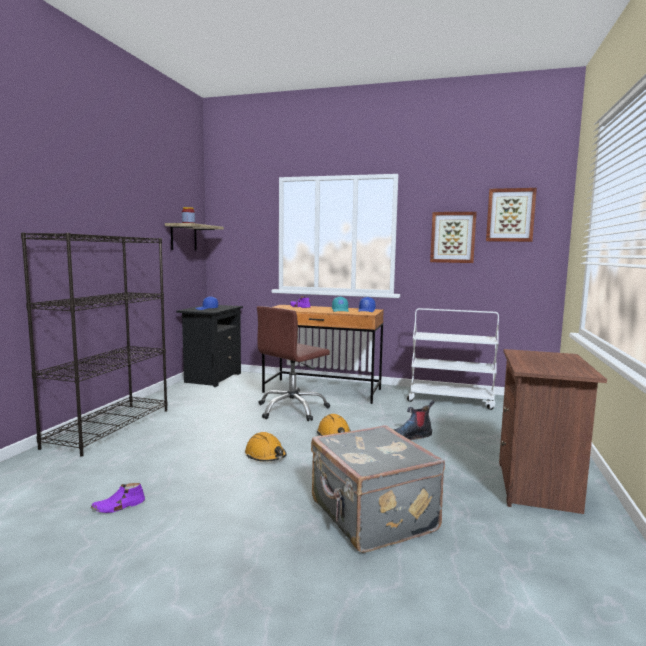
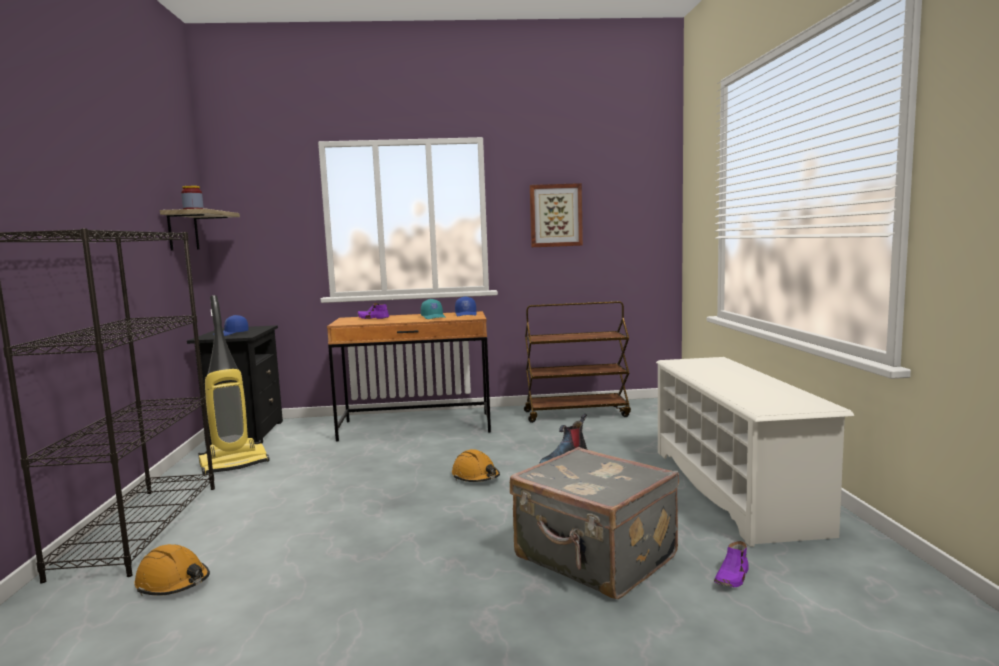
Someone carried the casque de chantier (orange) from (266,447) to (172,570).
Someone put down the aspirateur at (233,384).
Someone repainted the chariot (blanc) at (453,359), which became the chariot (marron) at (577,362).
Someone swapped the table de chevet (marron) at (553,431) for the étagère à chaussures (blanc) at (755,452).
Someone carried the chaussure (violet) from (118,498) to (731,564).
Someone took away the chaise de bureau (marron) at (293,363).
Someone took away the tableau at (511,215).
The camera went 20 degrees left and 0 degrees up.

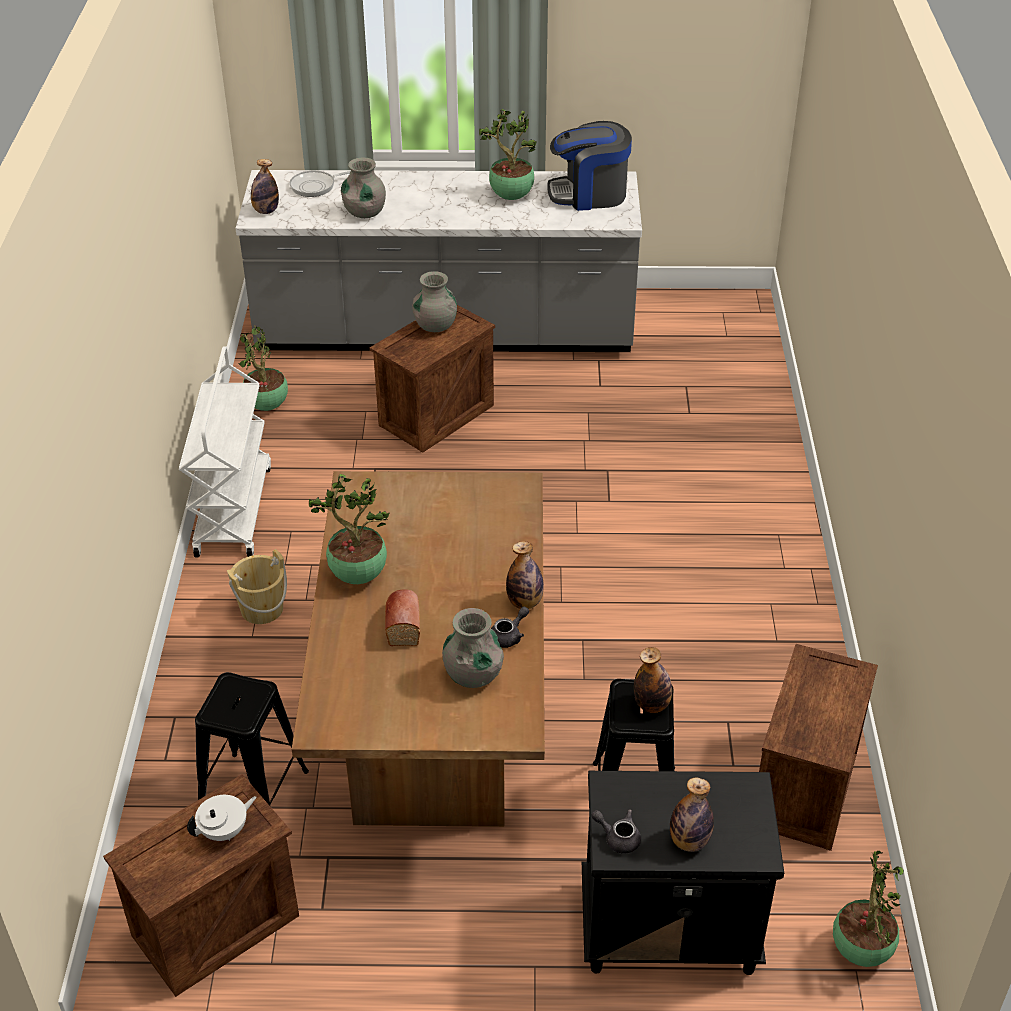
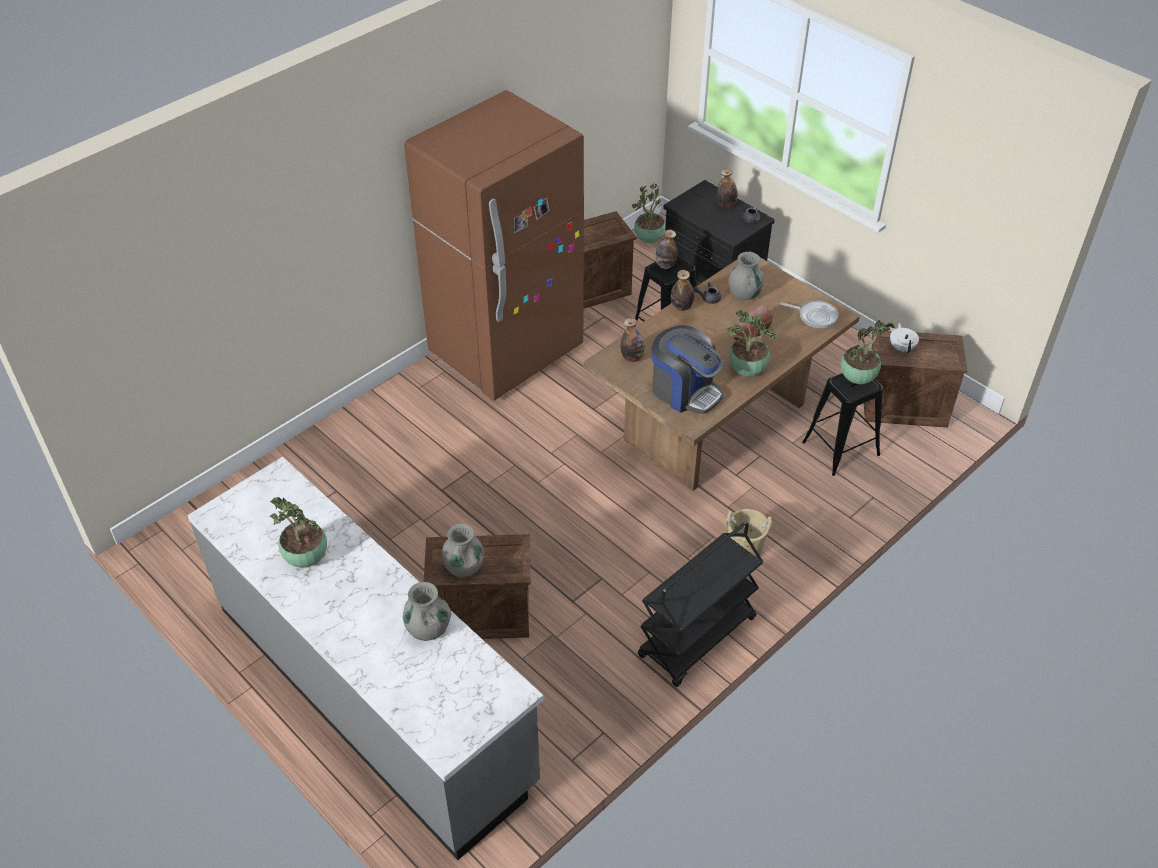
Someone put down the réfrigérateur (marron) at (494,245).
Someone carried the bouteille from (265,186) to (633,340).
Someone repainted the chariot (blanc) at (225,452), which became the chariot (noir) at (700,604).
Someone carried the machine à café from (589,166) to (687,369).
Someone carried the poêle from (320,184) to (809,314).
Someone carried the plante en pot from (263,368) to (868,352).
Someone rotated the théière (blanc) at (222,818) by 75 degrees clockwise.
The camera went 135 degrees left and 5 degrees up.

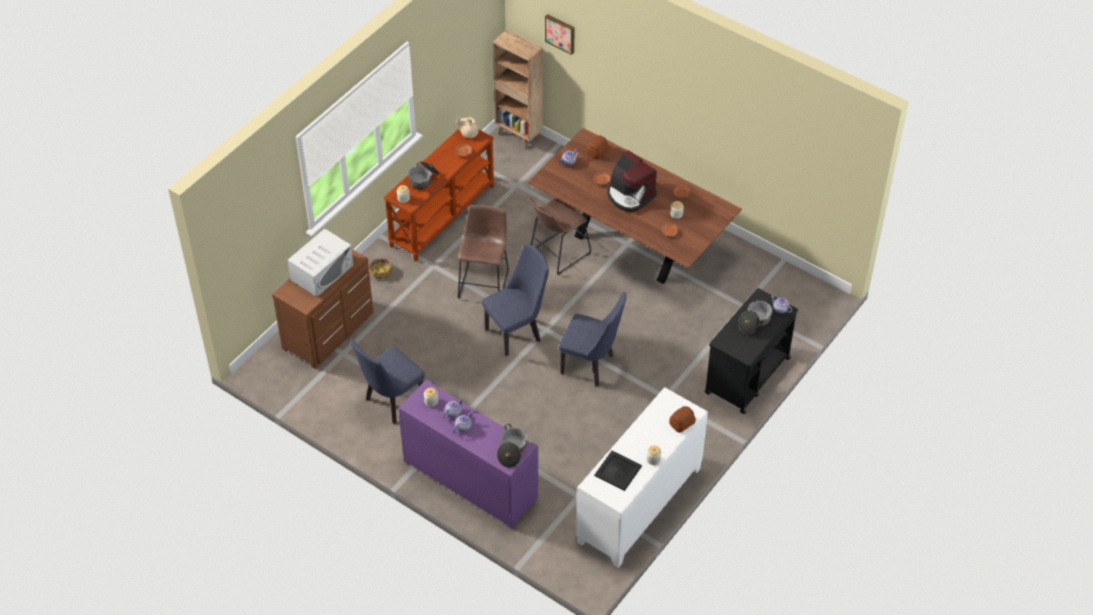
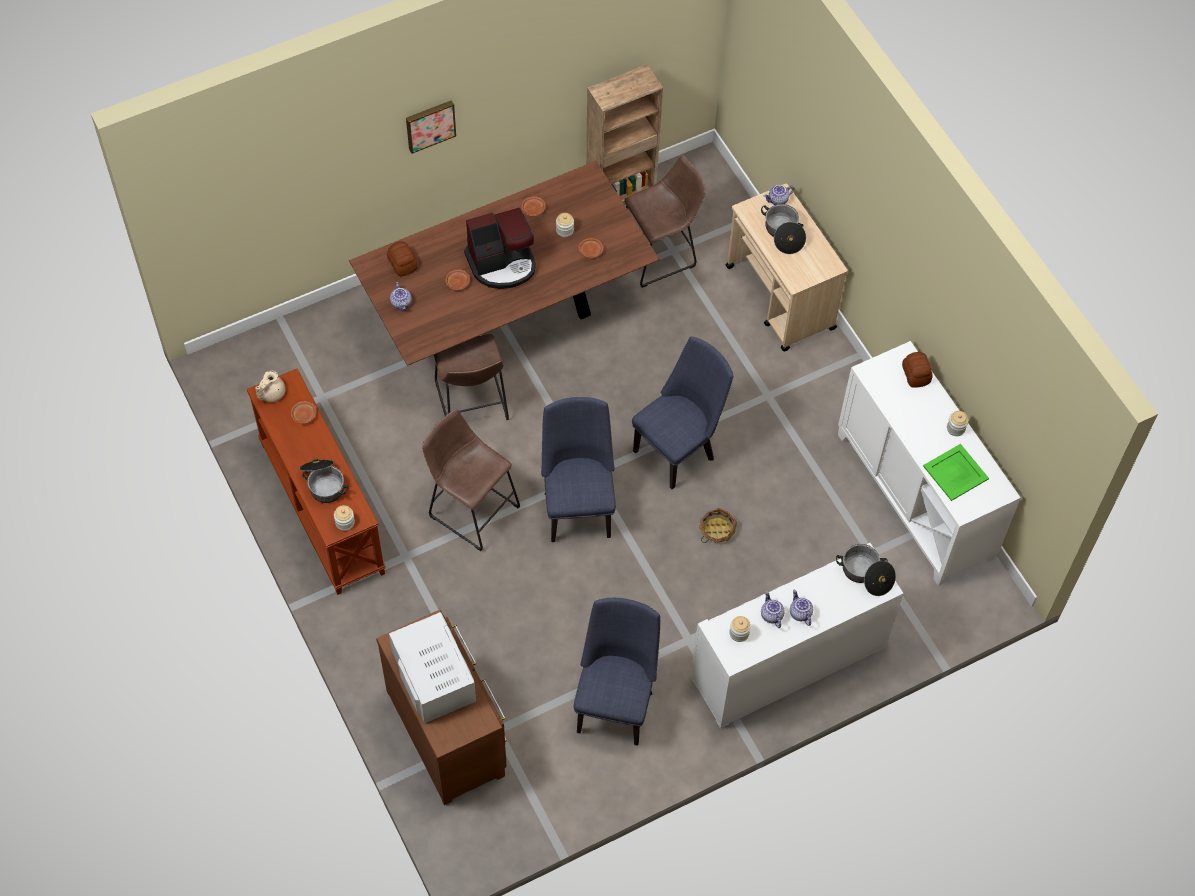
Someone carried the tableau from (560,34) to (431,127).
Someone rotated the chaise (bleu) at (387,381) by 150 degrees counterclockwise.
Someone carried the bibliothèque (marron) from (517,89) to (624,134).
Someone put down the tabouret (marron) at (665,221).
Someone repainted the meuble de rangement (violet) at (468,454), which became the meuble de rangement (blanc) at (797,636).
Someone carried the panier from (381,268) to (718,525).
Someone repainted the chariot (noir) at (751,351), which became the chariot (beige) at (787,268).
Someone repainted the plateau (noir) at (618,471), which became the plateau (vert) at (956,472).
The camera went 65 degrees left and 10 degrees up.

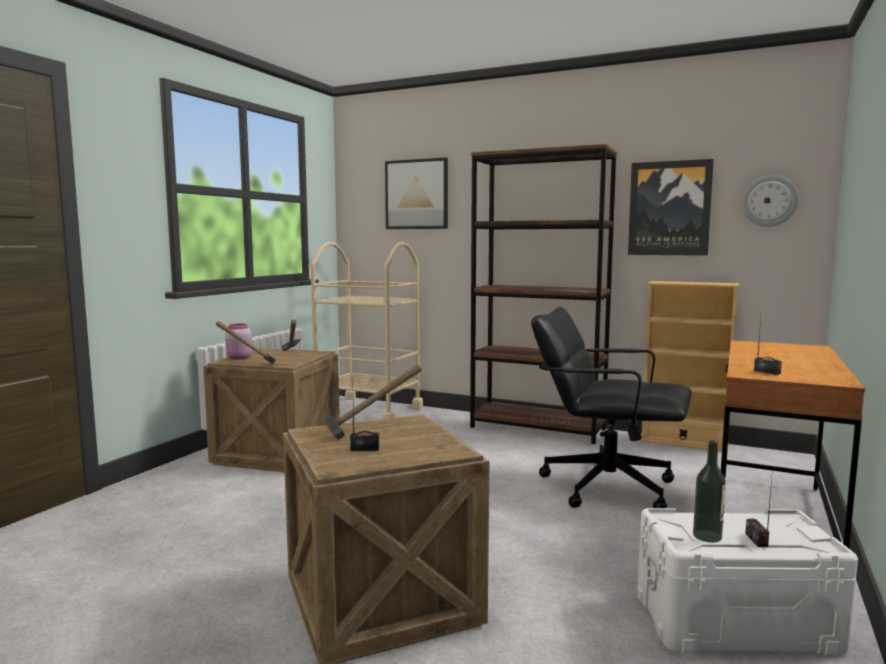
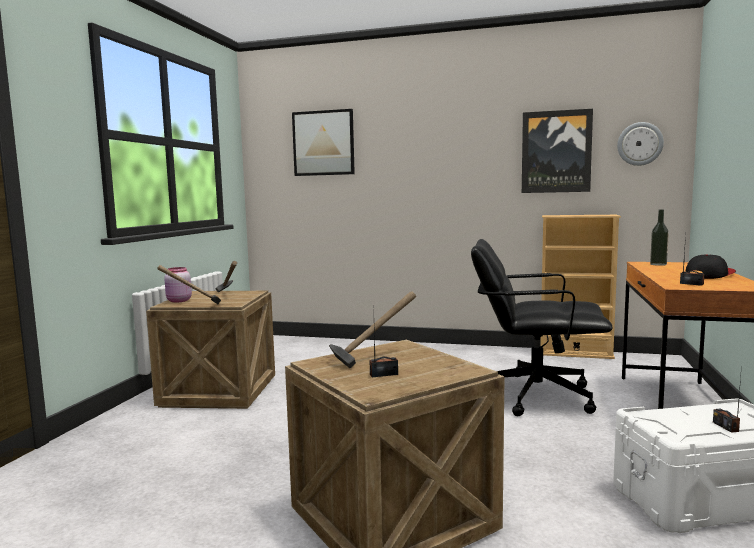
Someone carried the bouteille from (709,491) to (659,237).
Someone put down the casquette at (710,267).
Someone took away the chariot (beige) at (367,330).
Someone took away the bibliothèque (marron) at (543,294).
The camera went 10 degrees left and 0 degrees up.

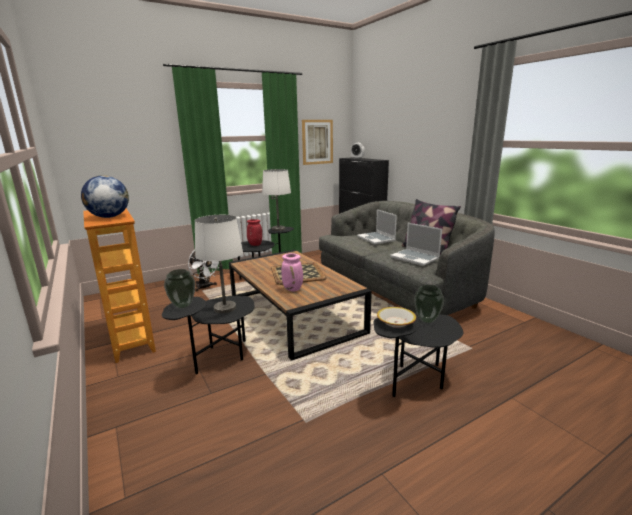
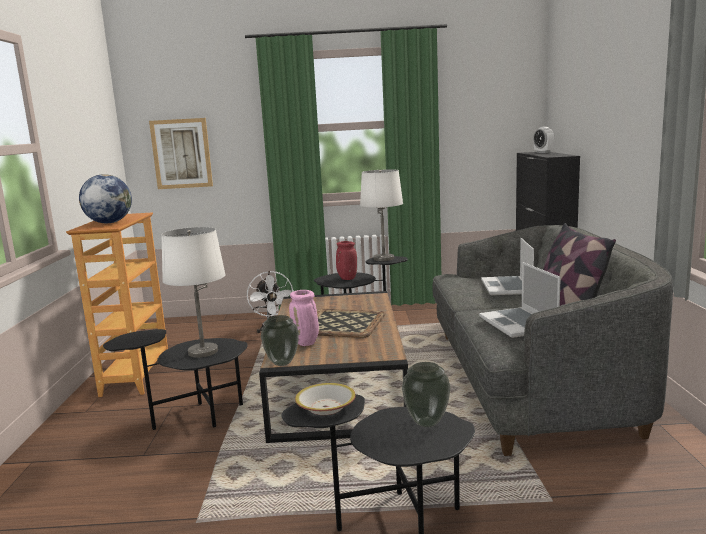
Someone carried the tableau from (317,142) to (181,153).
Someone carried the vase from (179,288) to (280,340).
The camera went 30 degrees right and 5 degrees down.

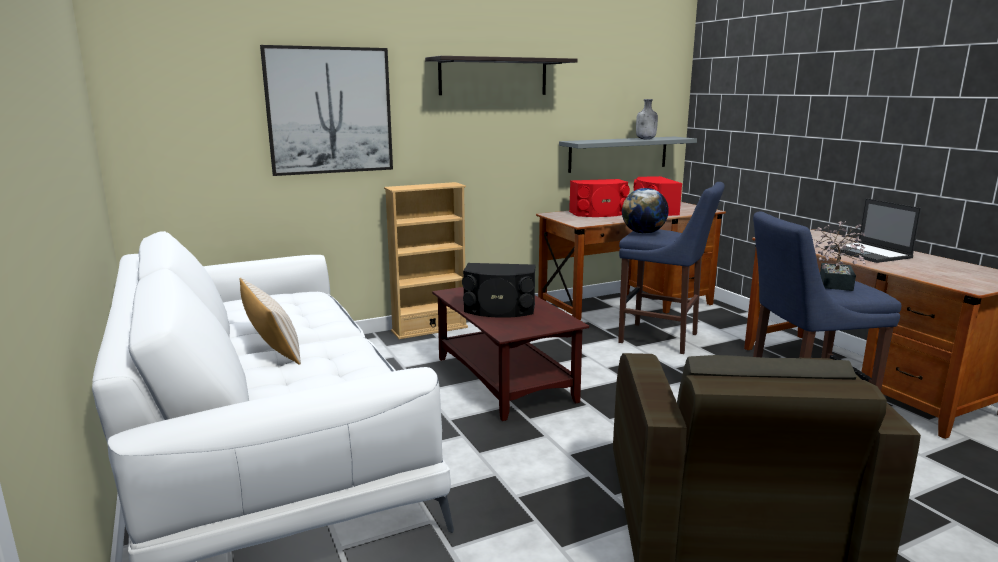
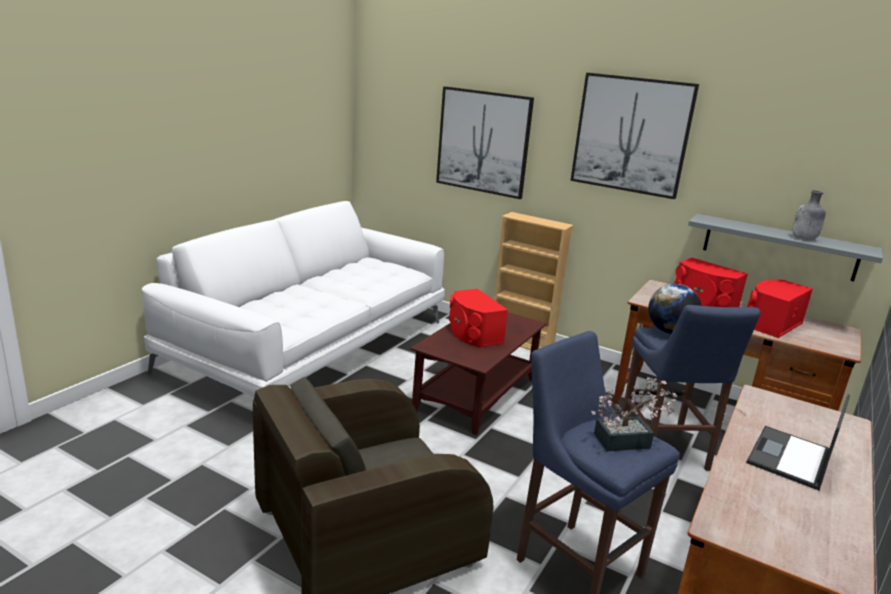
Someone repainted the enceinte (noir) at (499,290), which became the enceinte (rouge) at (478,318).
Someone swapped the étagère at (501,75) for the tableau at (635,136).
Someone took away the coussin (beige) at (270,321).
The camera went 55 degrees right and 5 degrees up.

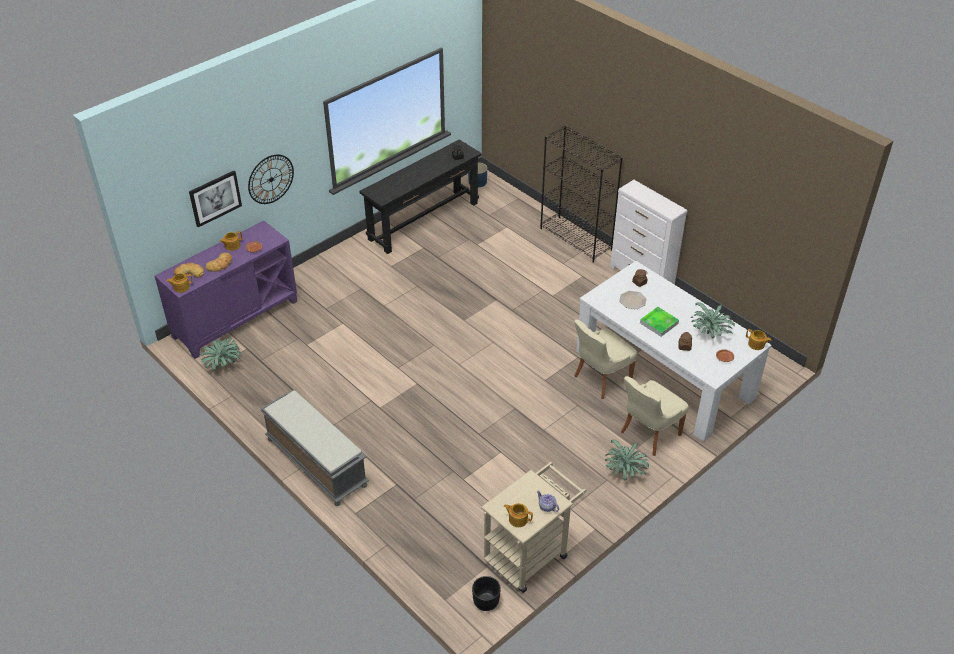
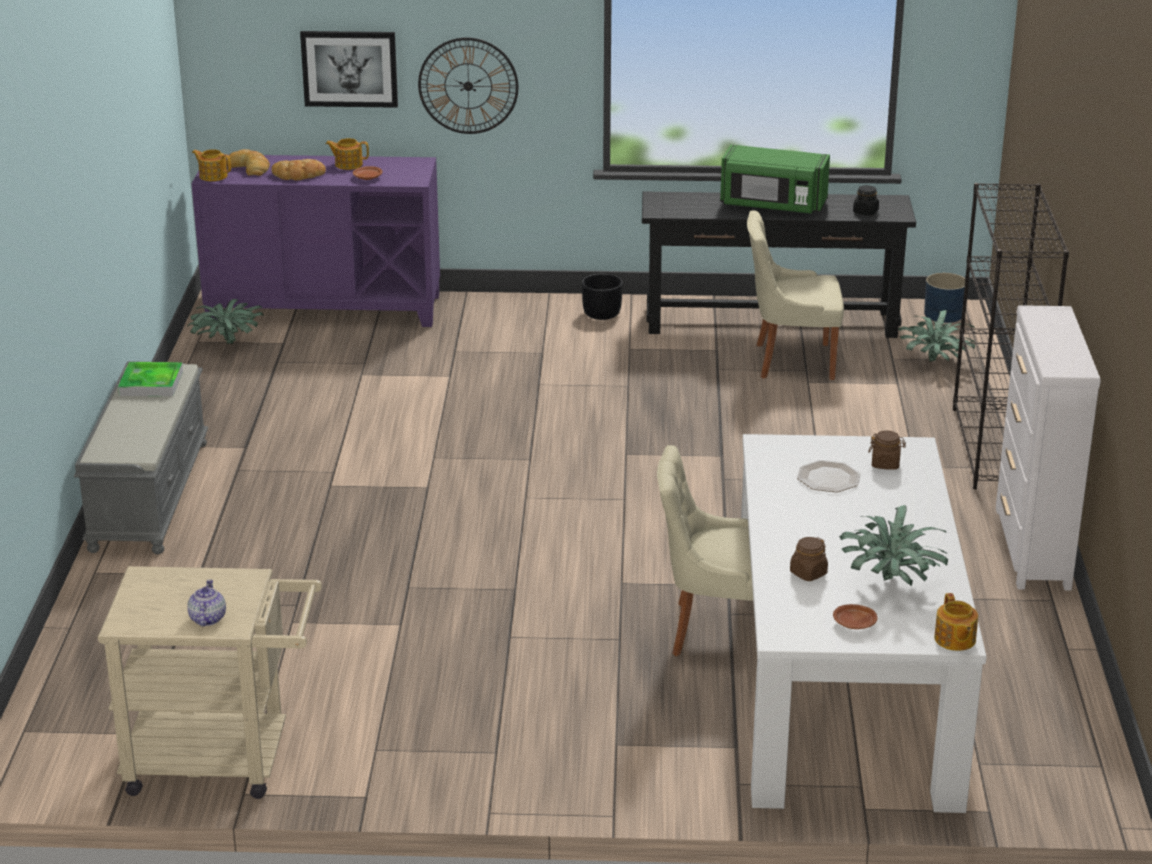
Someone carried the plateau from (659,322) to (150,379).
Someone carried the cache-pot (noir) from (486,593) to (602,297).
Someone put down the micro-ondes (vert) at (775,179).
Someone carried the chaise (beige) from (655,416) to (795,295).
Someone carried the plante en pot from (627,460) to (936,336).
Someone took away the théière at (518,515).
The camera went 45 degrees right and 15 degrees down.

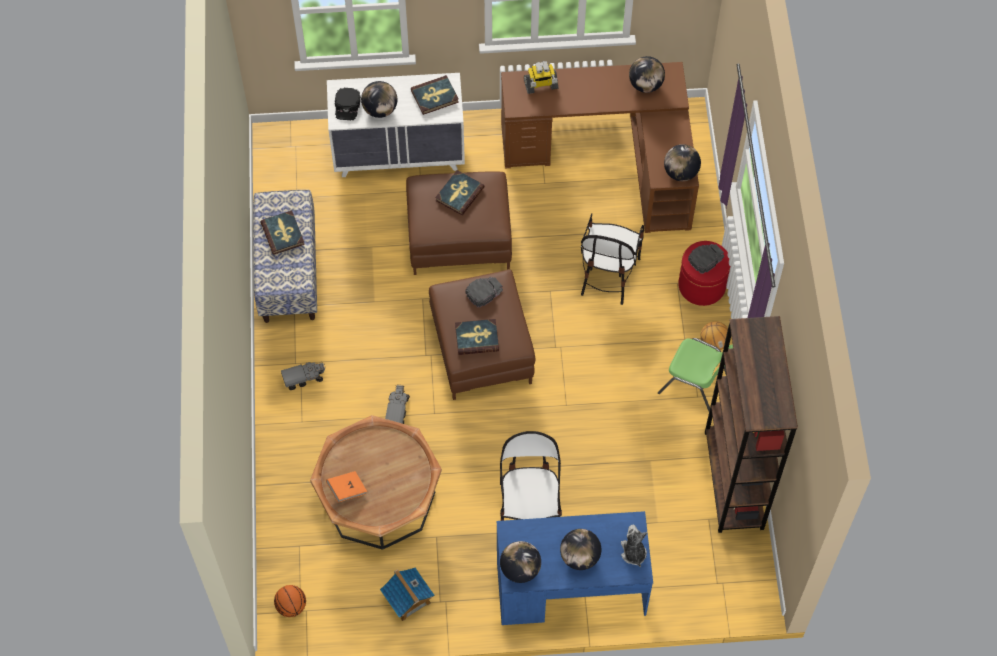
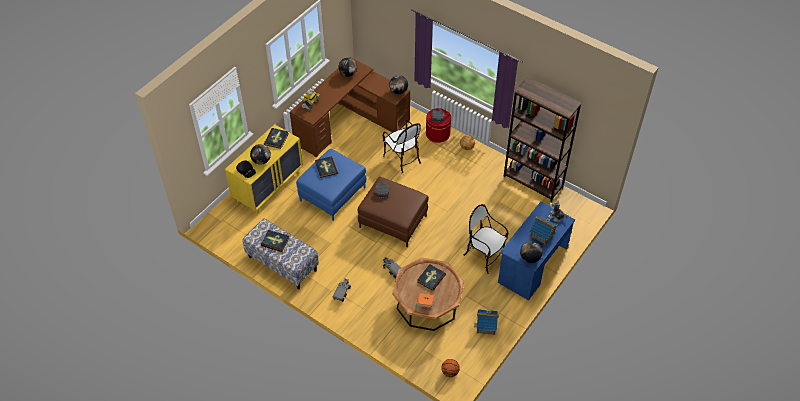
Someone repainted the commode (blanc) at (396,125), which became the commode (jaune) at (264,169).
Someone repainted the pouf (marron) at (459,223), which became the pouf (bleu) at (331,185).
Someone carried the livre from (477,337) to (431,277).
Someone swapped the globe at (580,549) for the maison miniature at (544,230).
Someone took away the chaise (vert) at (695,374).
The camera went 50 degrees left and 10 degrees down.

